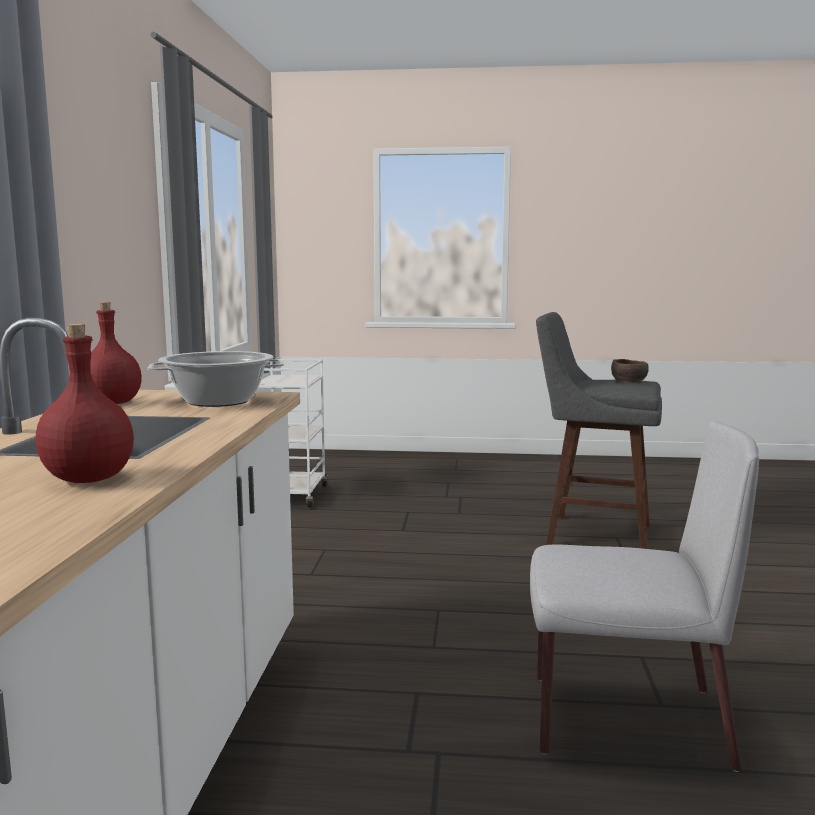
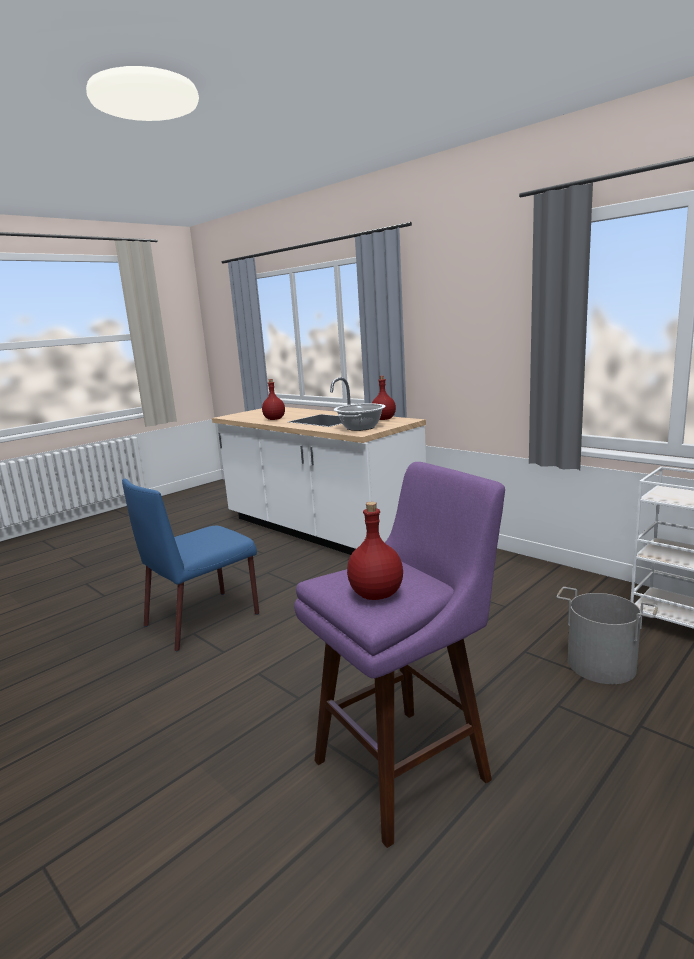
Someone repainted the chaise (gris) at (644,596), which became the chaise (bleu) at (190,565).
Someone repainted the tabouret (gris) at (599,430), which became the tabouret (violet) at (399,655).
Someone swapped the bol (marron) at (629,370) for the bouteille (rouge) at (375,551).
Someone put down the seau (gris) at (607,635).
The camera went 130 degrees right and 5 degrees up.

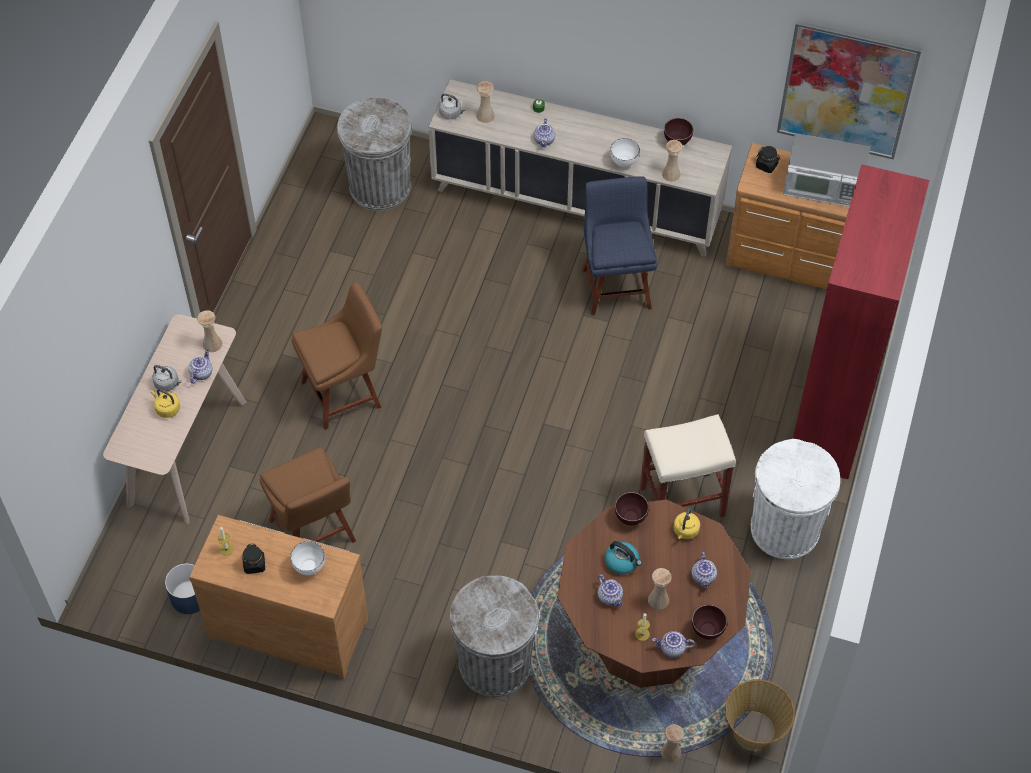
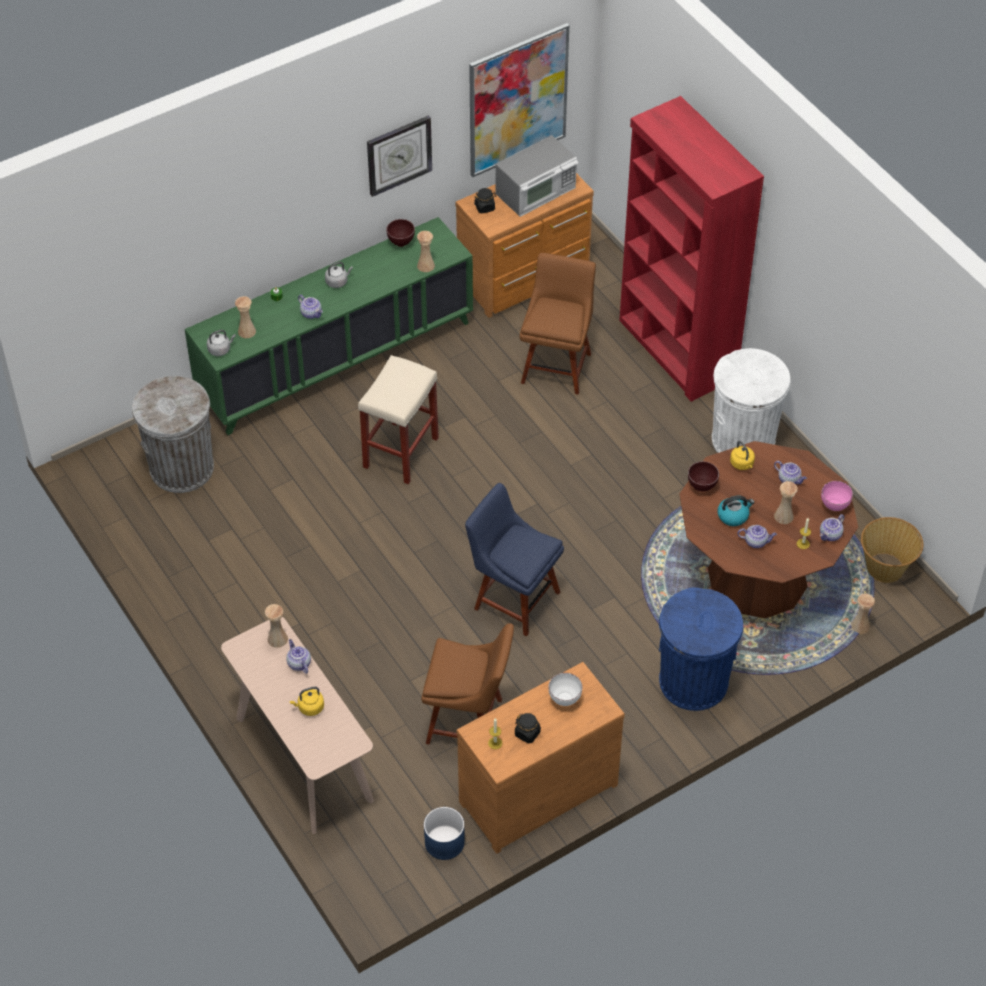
Someone repainted the meuble de rangement (beige) at (580,168), which became the meuble de rangement (vert) at (329,326).
Someone carried the bouilloire (gris) from (167,378) to (339,275).
Someone carried the tabouret (beige) from (688,465) to (398,420).
Someone put up the horloge murale at (399,156).
Someone carried the chaise (bleu) from (619,246) to (514,560).
Someone carried the chaise (marron) from (336,356) to (558,324).
Someone repainted the poubelle (gris) at (494,636), which became the poubelle (bleu) at (701,649).
Someone repainted the bol (marron) at (709,622), which became the bol (rose) at (837,496).
Someone took away the bol (blanc) at (625,152).
The camera went 50 degrees left and 5 degrees down.

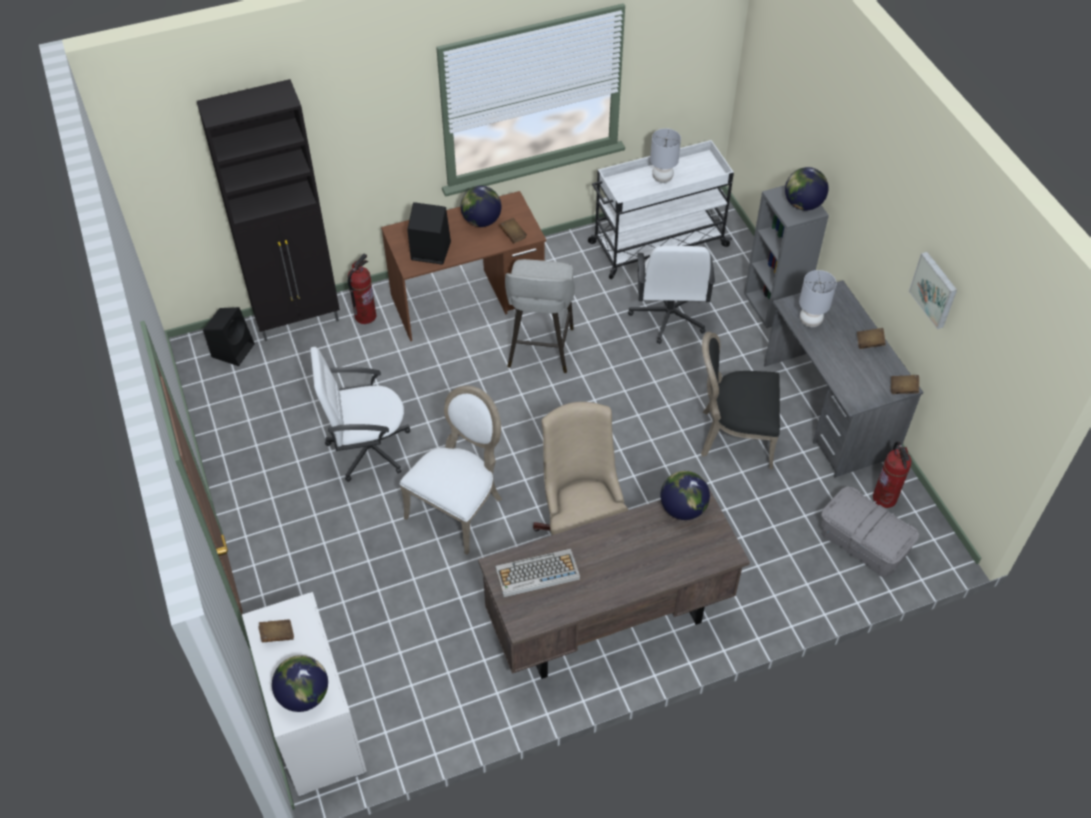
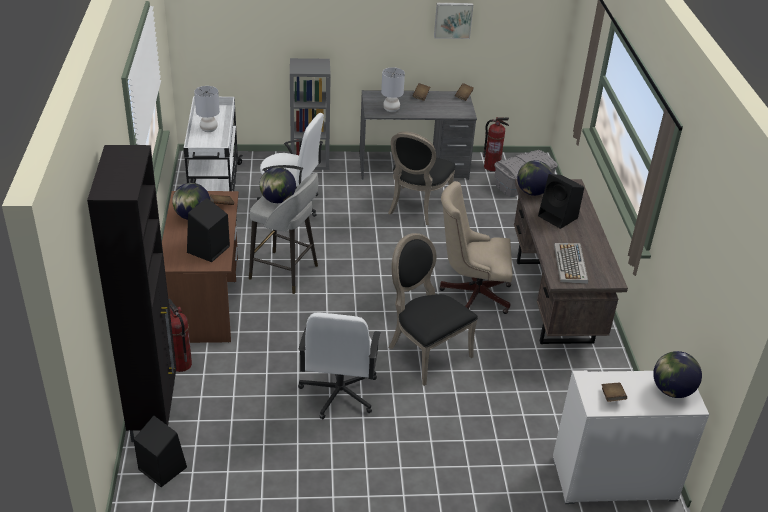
Someone carried the globe from (806,189) to (277,185).
Someone repainted the chaise (blanc) at (450,470), which became the chaise (noir) at (433,309).
Someone put down the enceinte (noir) at (561,201).
The camera went 75 degrees left and 15 degrees down.

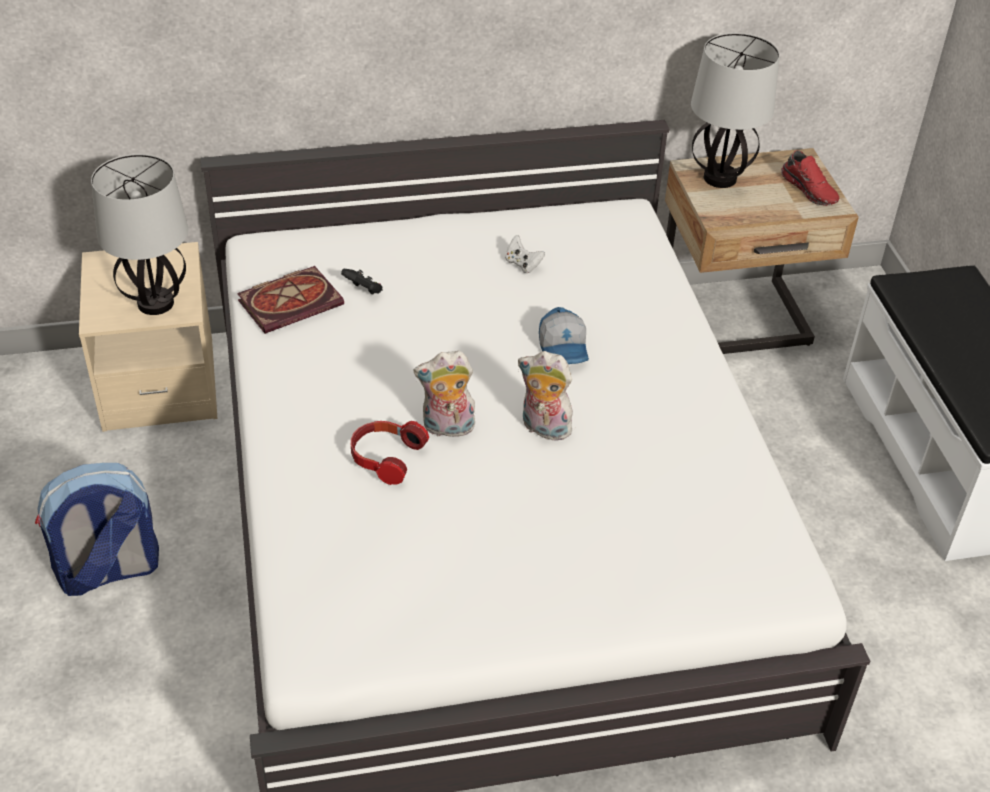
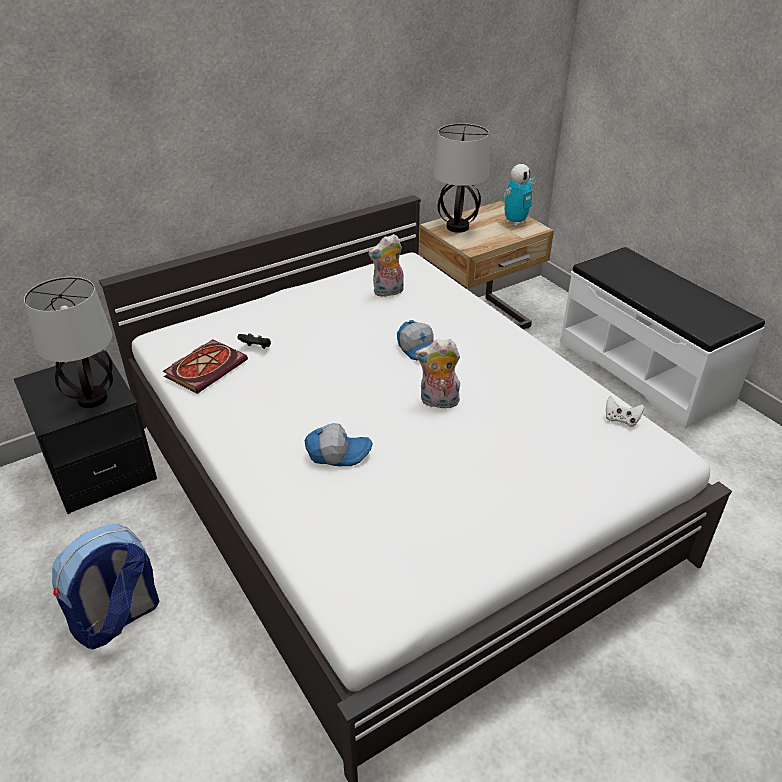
Someone repainted the table de chevet (beige) at (148,337), which became the table de chevet (noir) at (85,432).
Someone swapped the casque audio at (390,453) for the casquette at (339,444).
Someone carried the peluche from (444,394) to (386,265).
Someone swapped the chaussure (rouge) at (810,178) for the robot jouet at (519,195).
Someone carried the manette (blanc) from (525,254) to (625,411).
The camera went 20 degrees left and 5 degrees down.

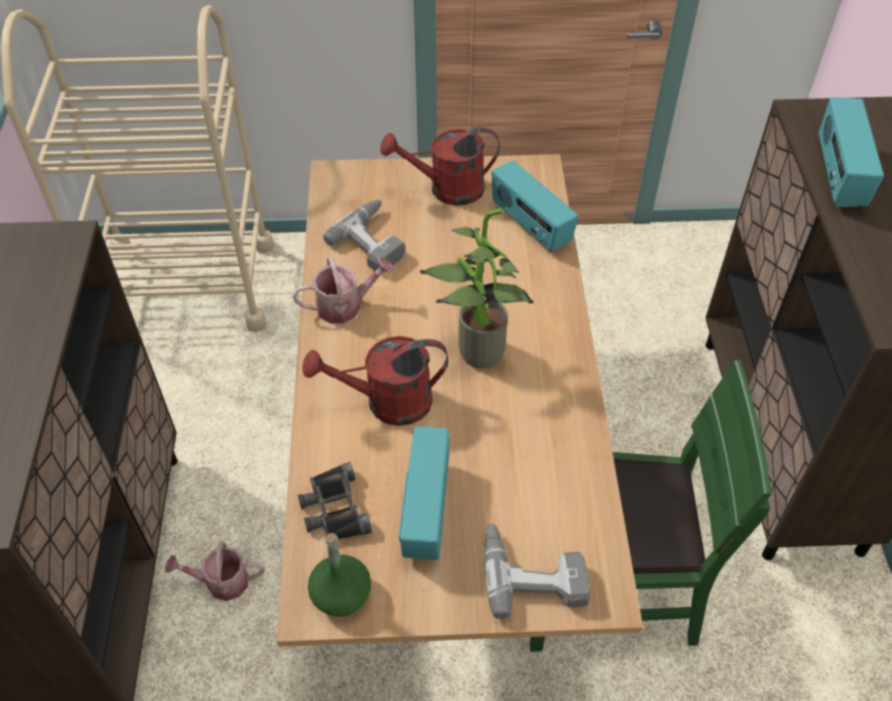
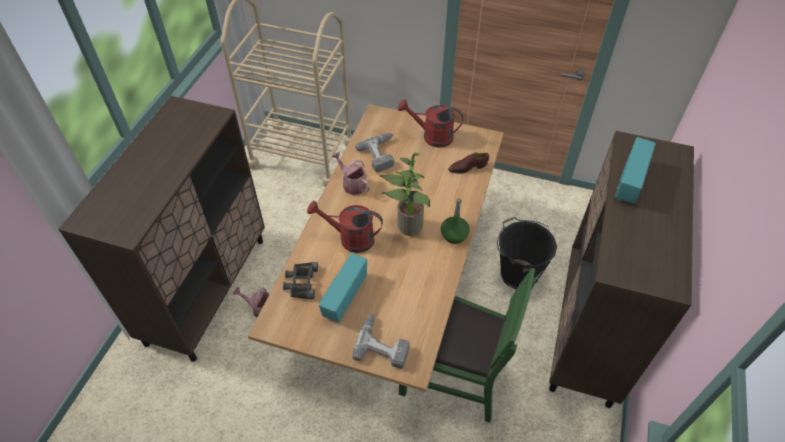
Someone rotated the arrosoir at (343,289) by 135 degrees counterclockwise.
Someone carried the bouteille (vert) from (339,575) to (455,221).
Someone swapped the radio at (535,206) for the chaussure (marron) at (468,163).
Someone put down the seau (noir) at (527,253).
The camera went 20 degrees right and 0 degrees up.

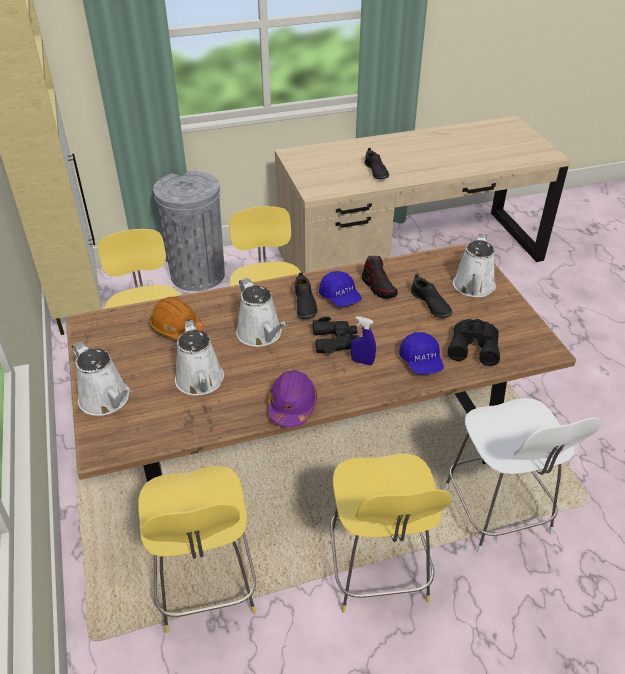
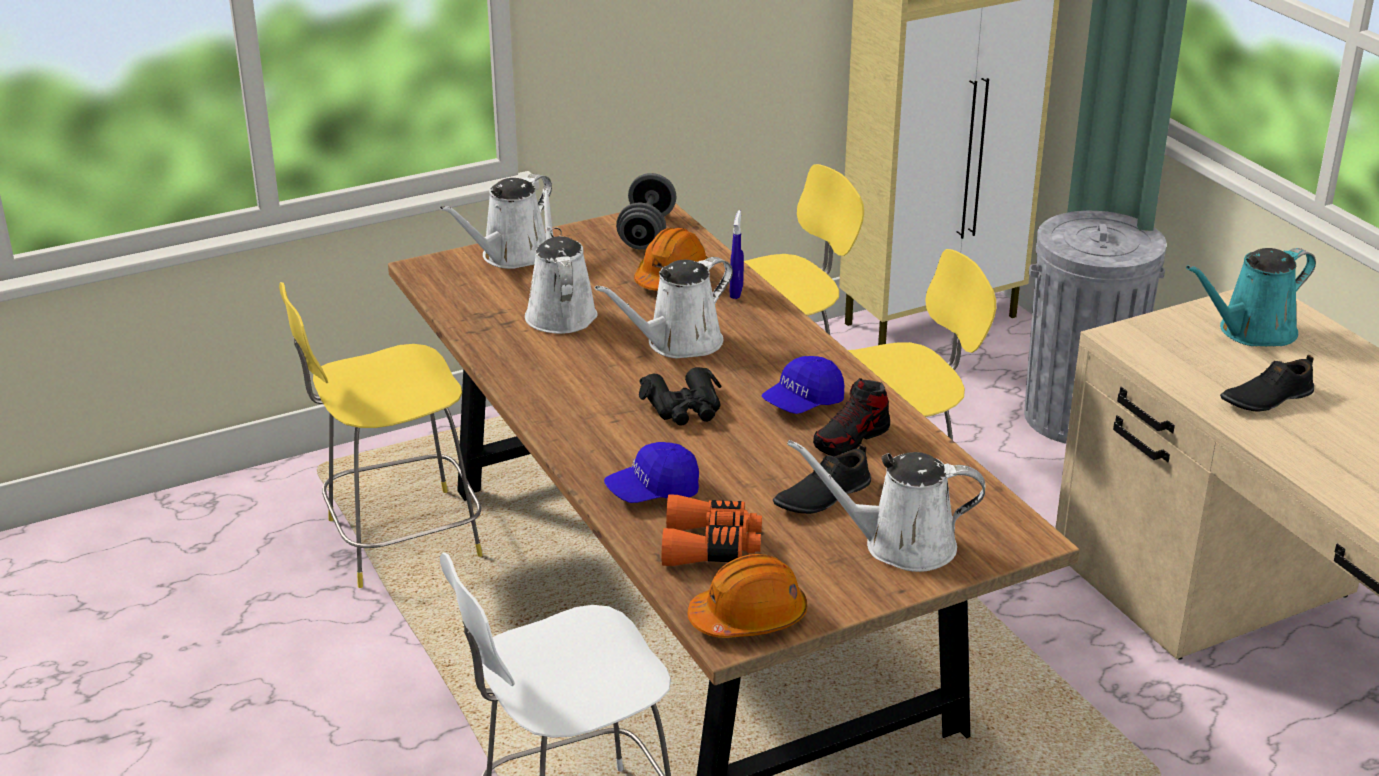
Someone rotated the arrosoir (blanc) at (199,358) by 105 degrees clockwise.
Someone put down the haltère (gris) at (646,211).
Someone repainted the jumelles (noir) at (473,342), which became the jumelles (orange) at (712,530).
Someone put down the casque de chantier (orange) at (747,596).
Someone carried the vaporisateur (bleu) from (363,340) to (737,254).
Someone put down the arrosoir (turquoise) at (1251,297).
Someone took away the casque de chantier (violet) at (293,398).
Someone took away the chaussure (noir) at (306,296).
Someone took away the tabouret (jaune) at (391,533).
The camera went 80 degrees right and 10 degrees down.

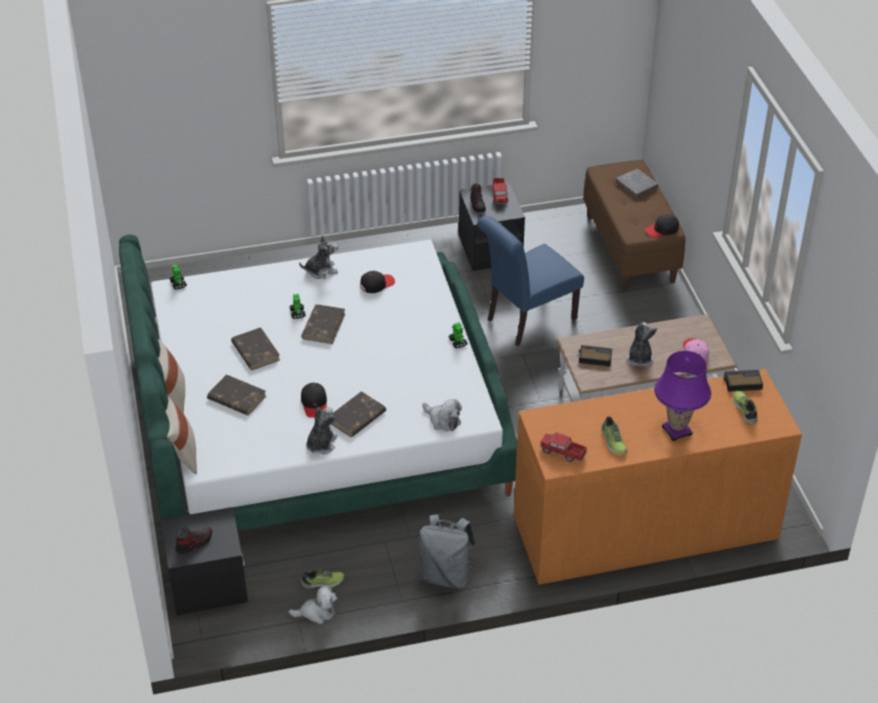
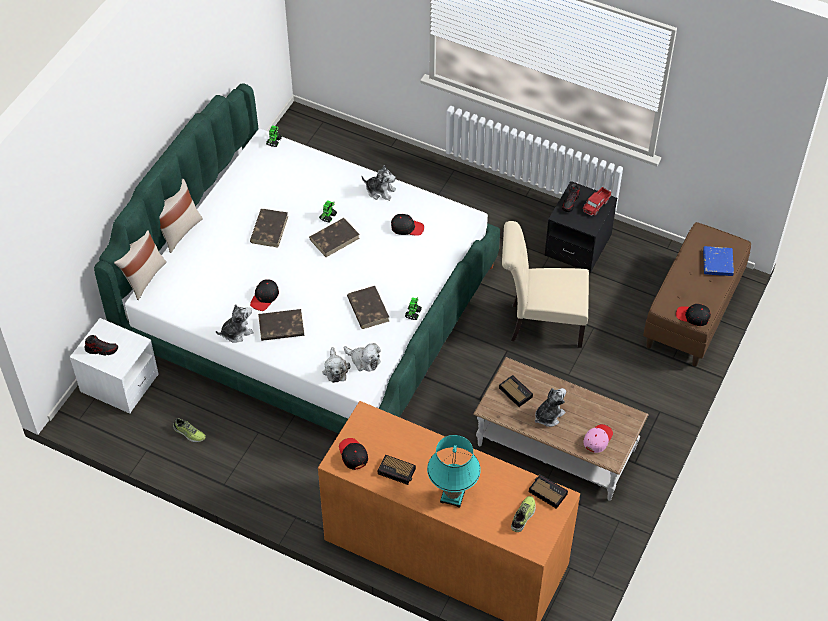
Someone repainted the table de chevet (noir) at (204,561), which became the table de chevet (blanc) at (114,365).
Someone swapped the camion jouet at (563,447) for the casquette (noir) at (353,454).
Someone carried the peluche from (312,604) to (362,357).
Someone carried the livre (marron) from (236,394) to (368,307).
Someone swapped the chaussure at (614,435) for the réveil at (397,470).
Someone repainted the lampe de table (violet) at (682,396), which became the lampe de table (turquoise) at (454,471).
Someone repainted the chaise (bleu) at (530,281), which became the chaise (beige) at (545,284).
Someone repainted the livre (gris) at (636,183), which became the livre (bleu) at (718,261).
Someone took away the sac à dos (gris) at (447,551).
The camera went 40 degrees right and 10 degrees up.

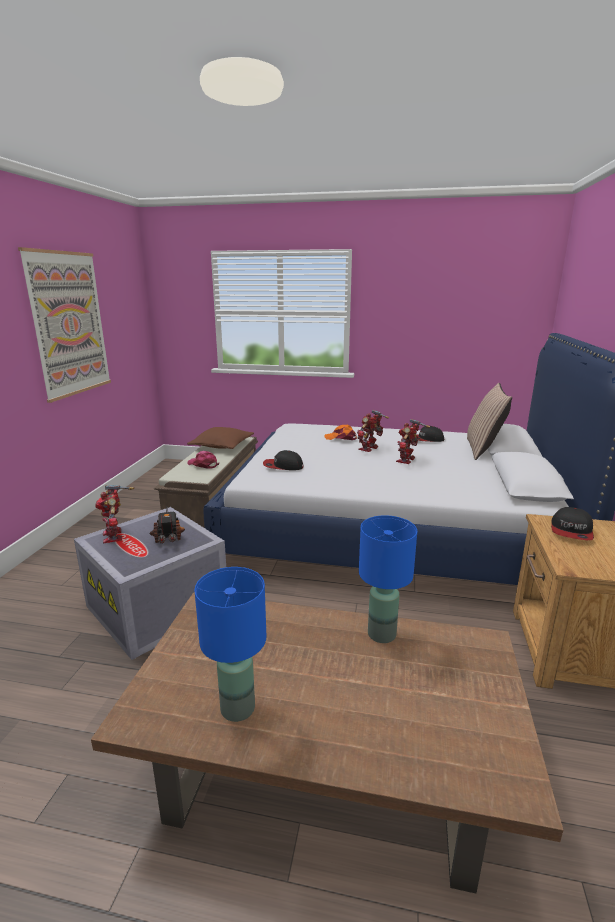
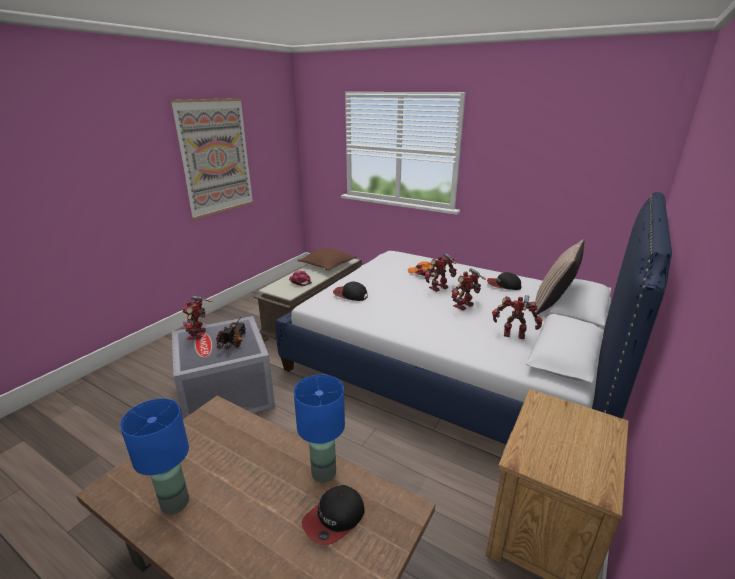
Someone carried the casquette from (572,523) to (333,515).
Someone put down the robot jouet at (517,317).
The camera went 20 degrees right and 5 degrees up.

